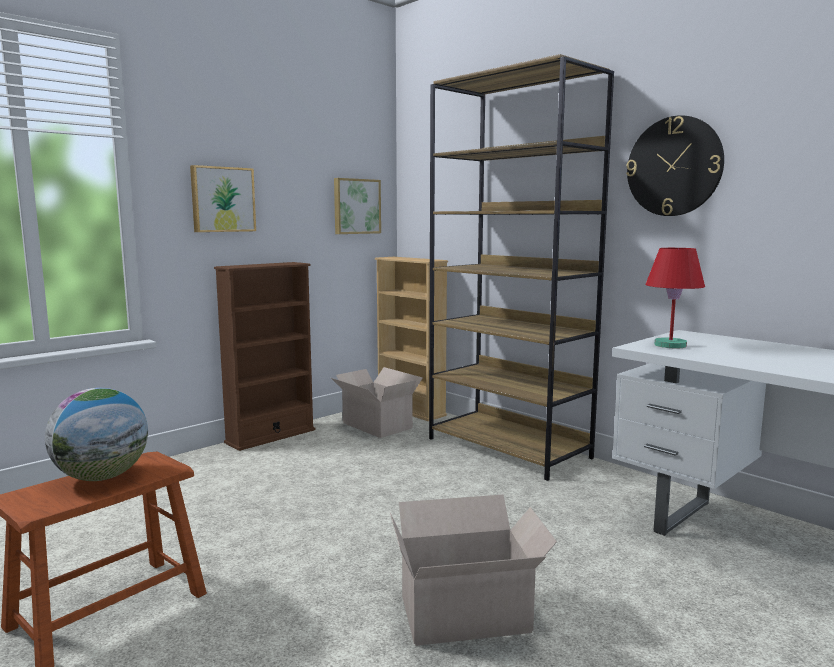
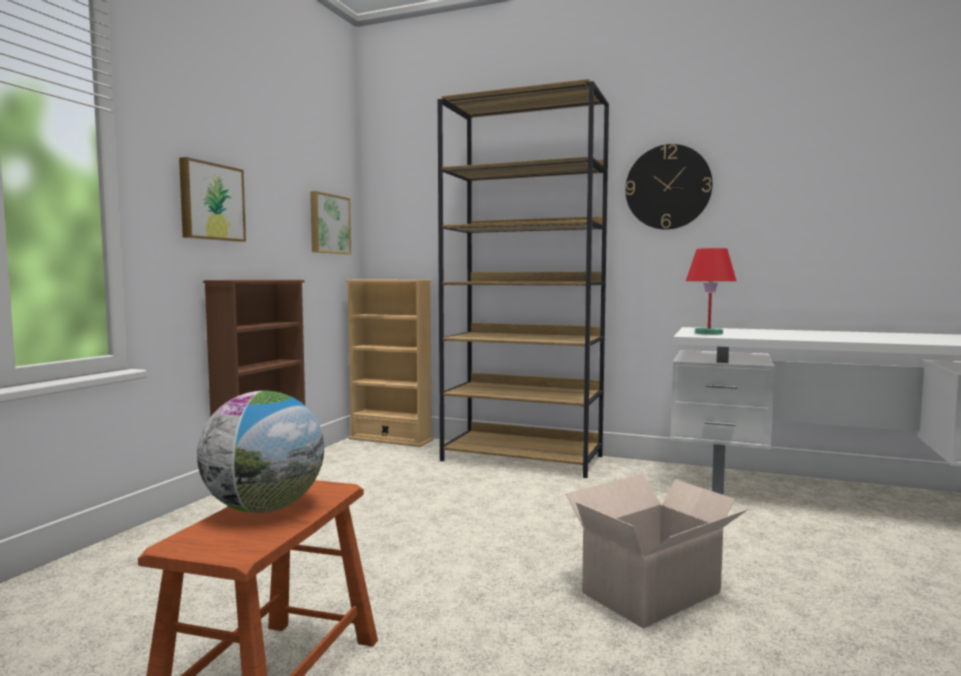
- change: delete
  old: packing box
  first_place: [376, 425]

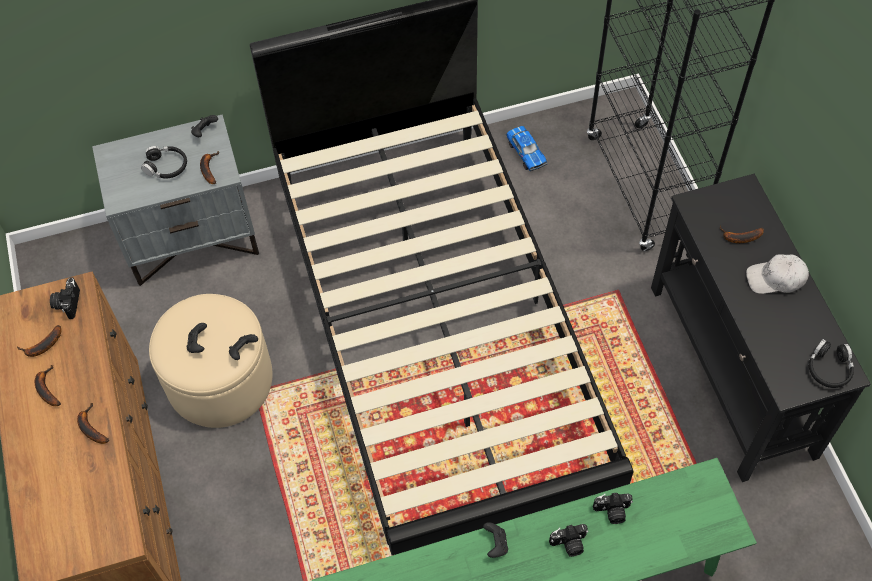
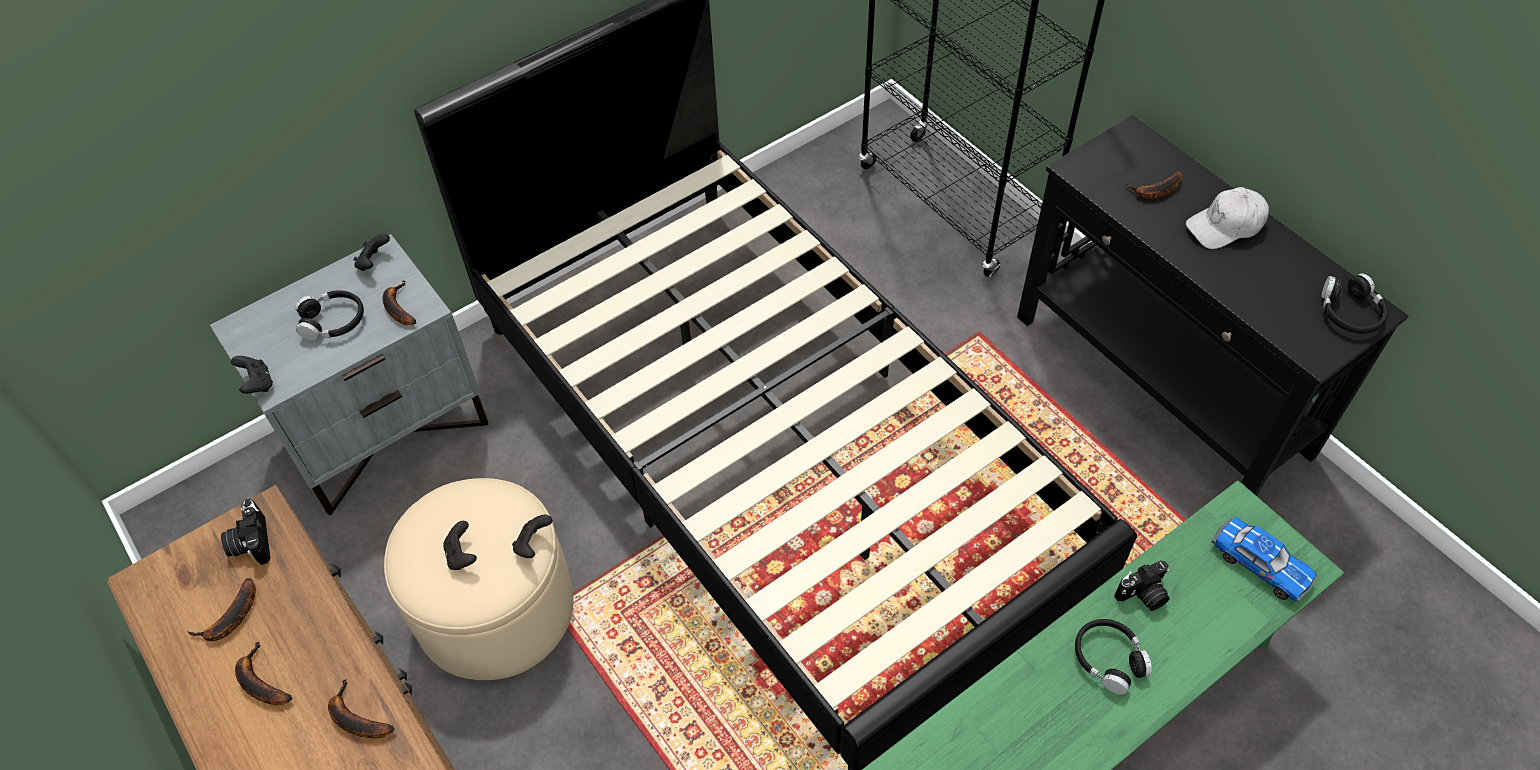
- change: move
  old: miniature car
  first_place: [526, 152]
  second_place: [1259, 564]
- change: move
  old: black-coloured joypad
  first_place: [495, 544]
  second_place: [257, 384]
- change: replace
  old: still camera
  new: black-coloured headset
  first_place: [569, 544]
  second_place: [1109, 659]

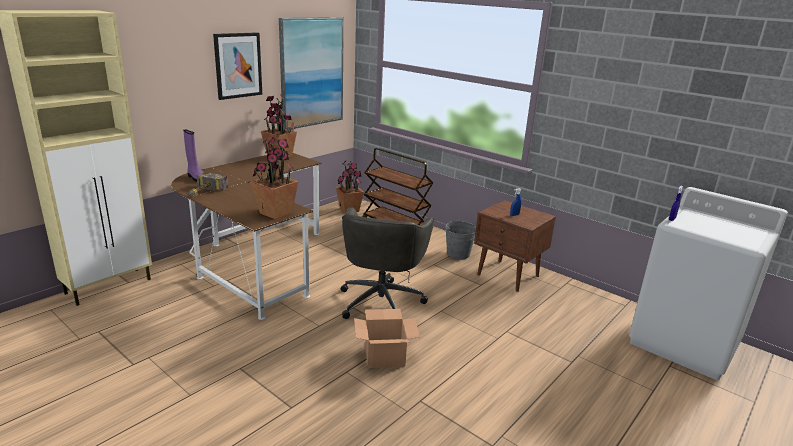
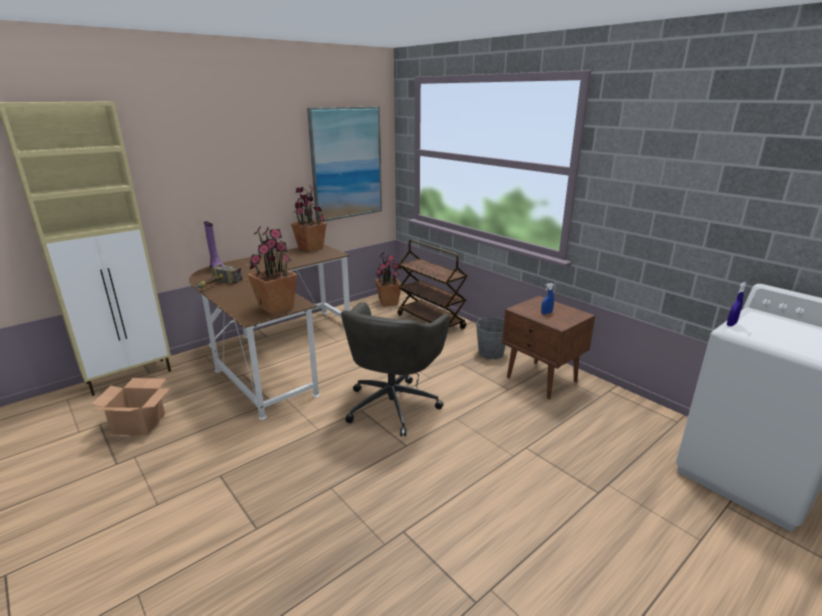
- change: delete
  old: picture
  first_place: [238, 65]
- change: move
  old: packing box
  first_place: [384, 356]
  second_place: [138, 424]

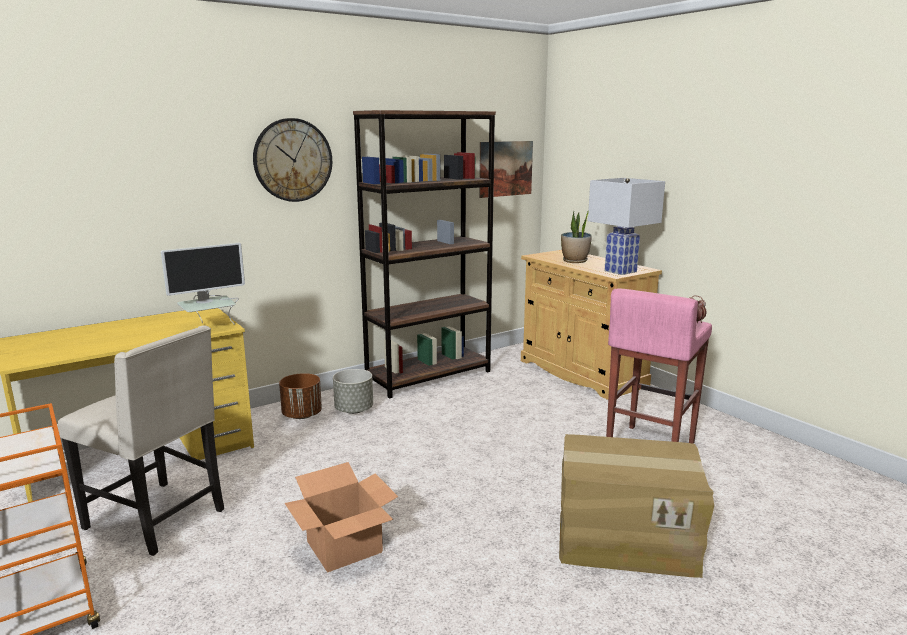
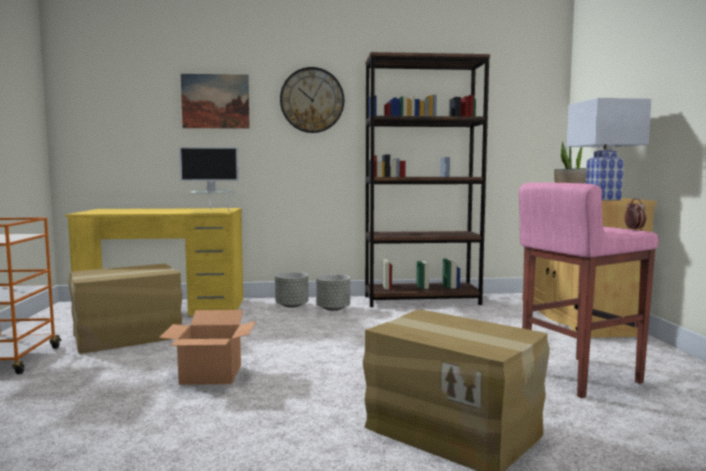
- change: move
  old: picture
  first_place: [506, 168]
  second_place: [215, 101]
- change: replace
  old: beige-coloured plain chair
  new: packing box
  first_place: [159, 519]
  second_place: [127, 336]
- change: recolor
  old: brown-coloured plant pot
  new: gray plant pot
  first_place: [302, 415]
  second_place: [292, 306]

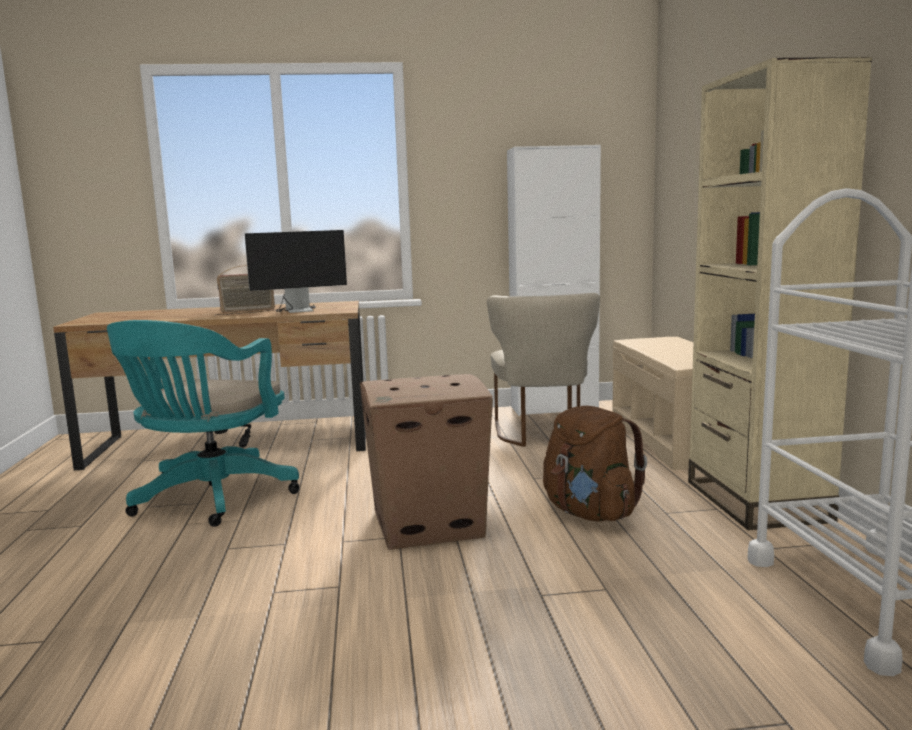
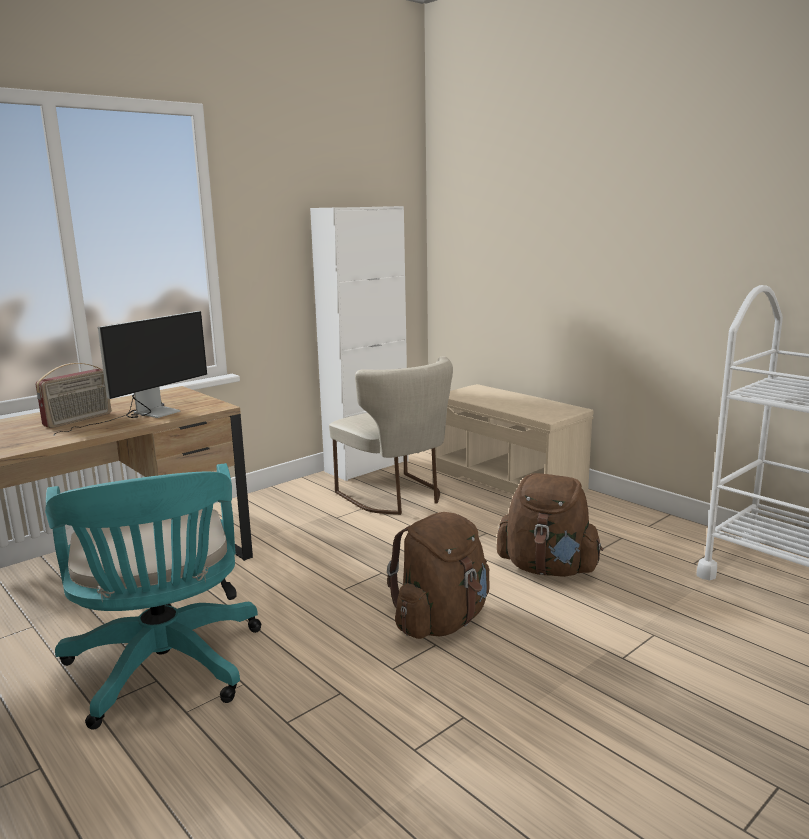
- change: delete
  old: beige-coloured shelving unit
  first_place: [756, 501]
- change: replace
  old: packing box
  new: brown-coloured rucksack
  first_place: [429, 524]
  second_place: [441, 621]

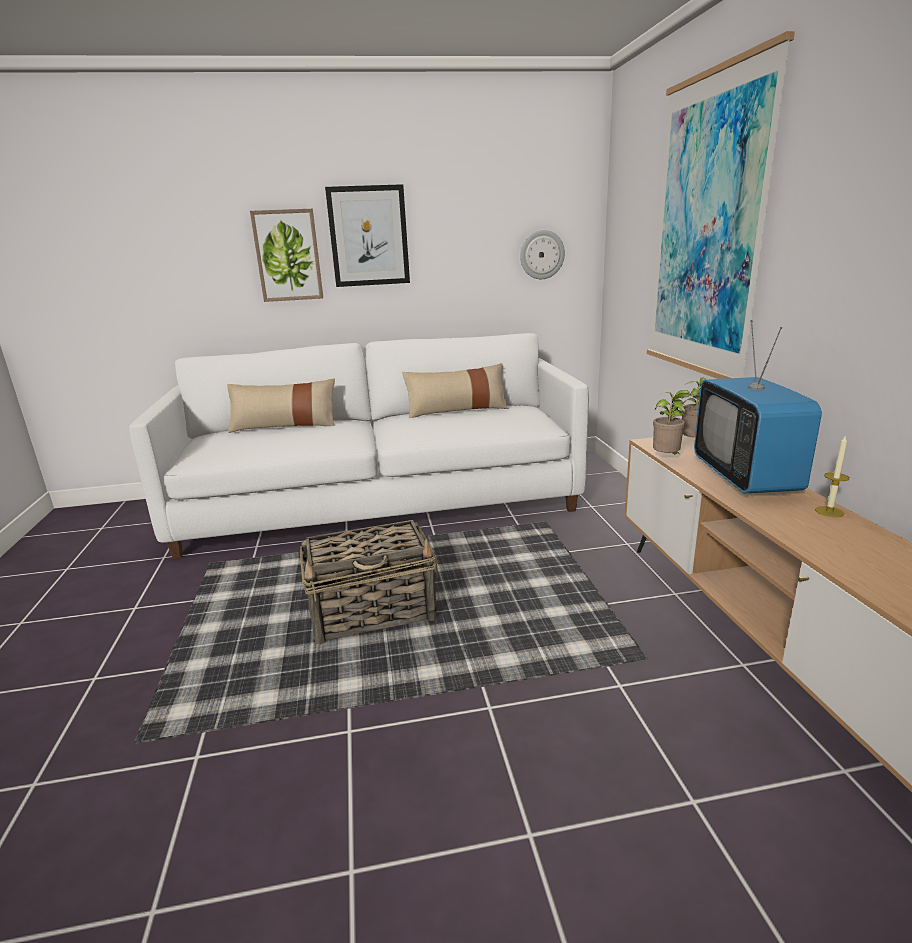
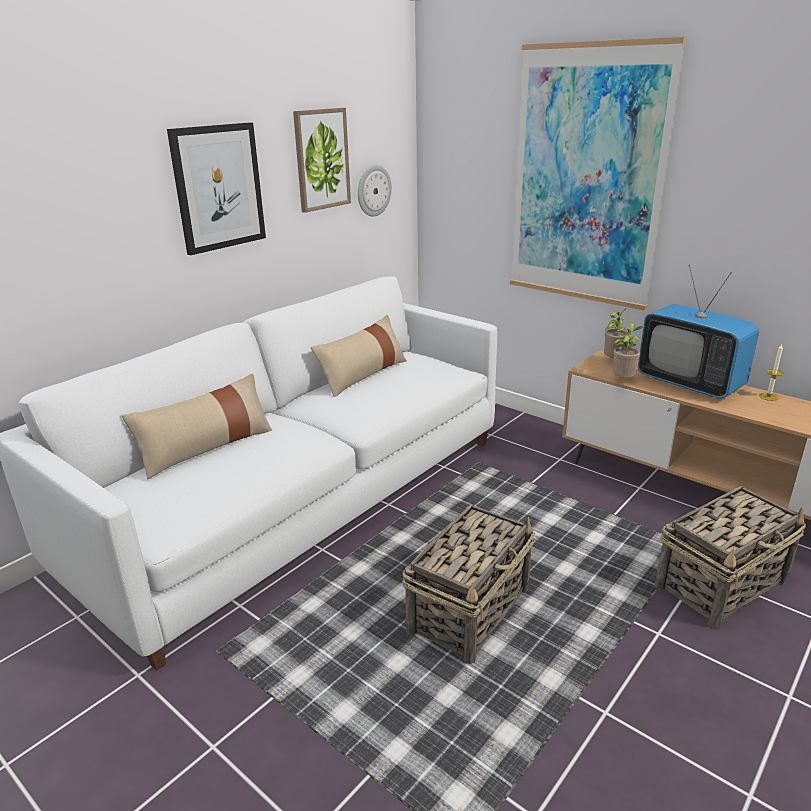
- change: move
  old: picture
  first_place: [288, 256]
  second_place: [321, 159]
- change: insert
  new: storage basket
  second_place: [721, 583]

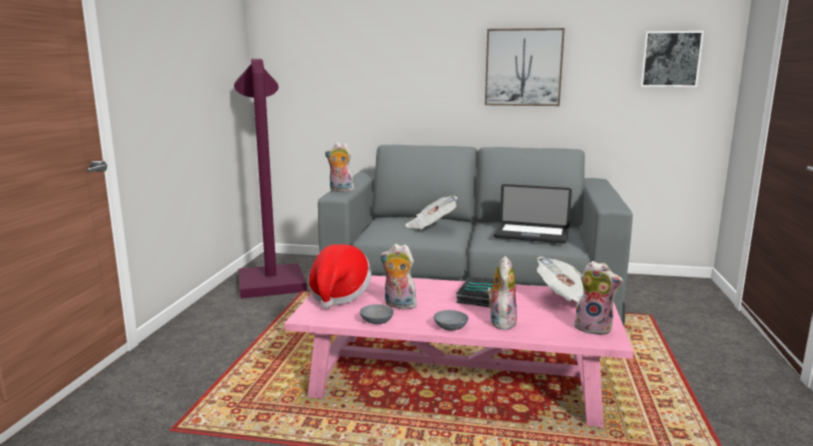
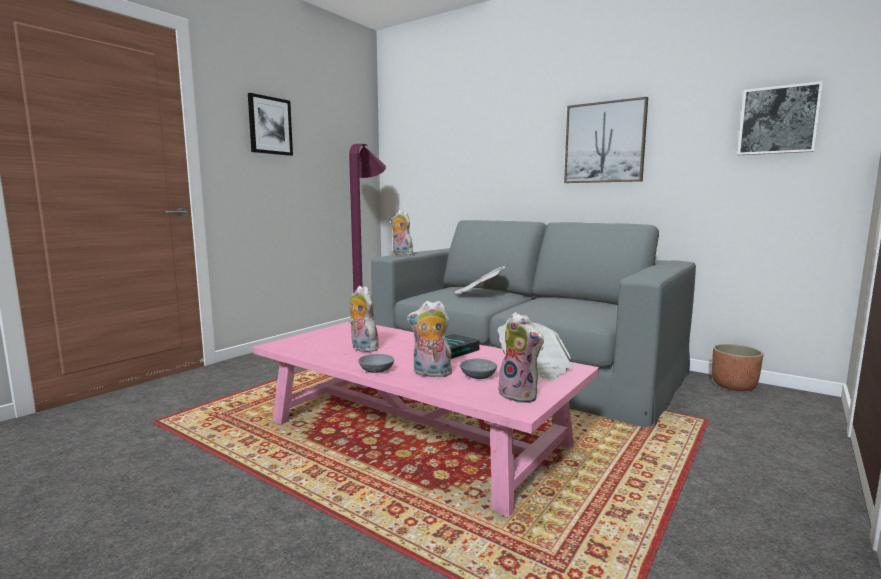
- change: delete
  old: notebook computer
  first_place: [531, 235]
- change: delete
  old: clothing hat
  first_place: [339, 295]
- change: rotate
  old: cuddly toy
  first_place: [501, 322]
  second_place: [431, 374]
  degrees: -120
- change: move
  old: gray bowl
  first_place: [376, 321]
  second_place: [477, 376]
- change: insert
  new: picture
  second_place: [270, 125]
- change: insert
  new: plant pot
  second_place: [734, 386]

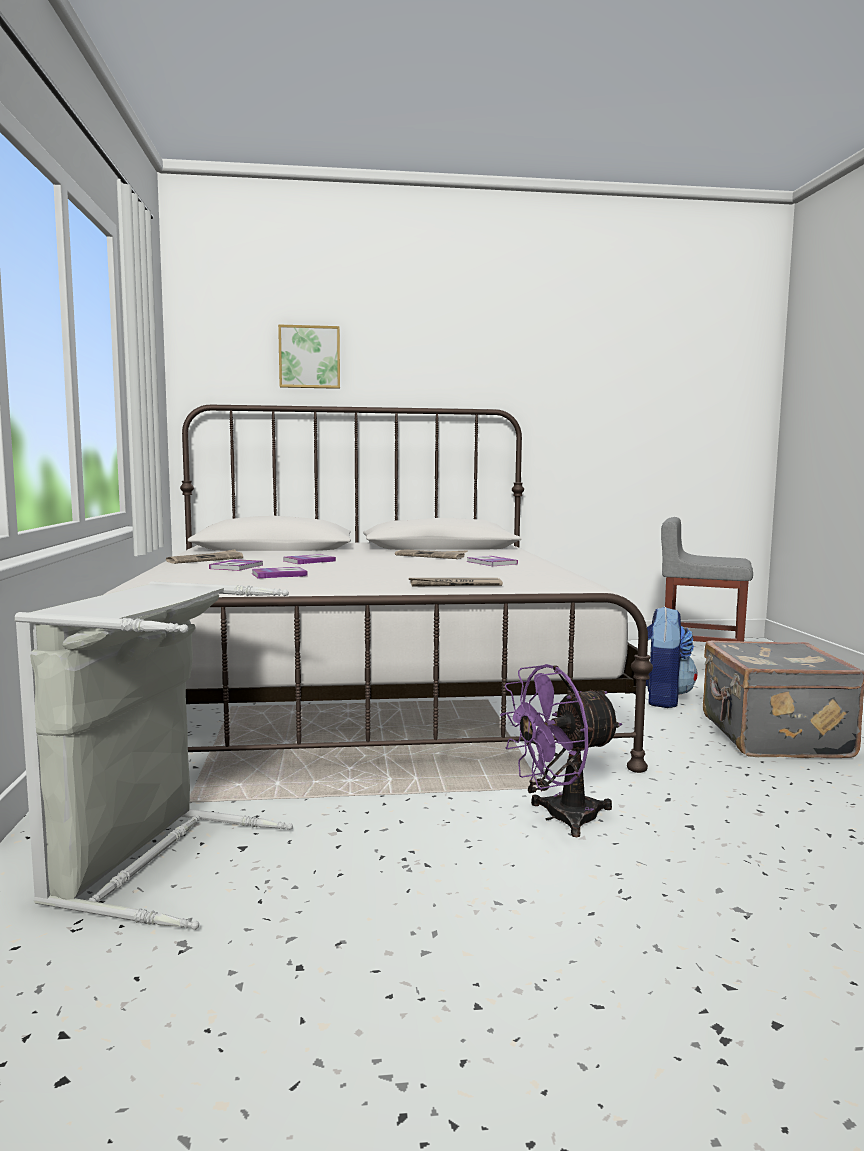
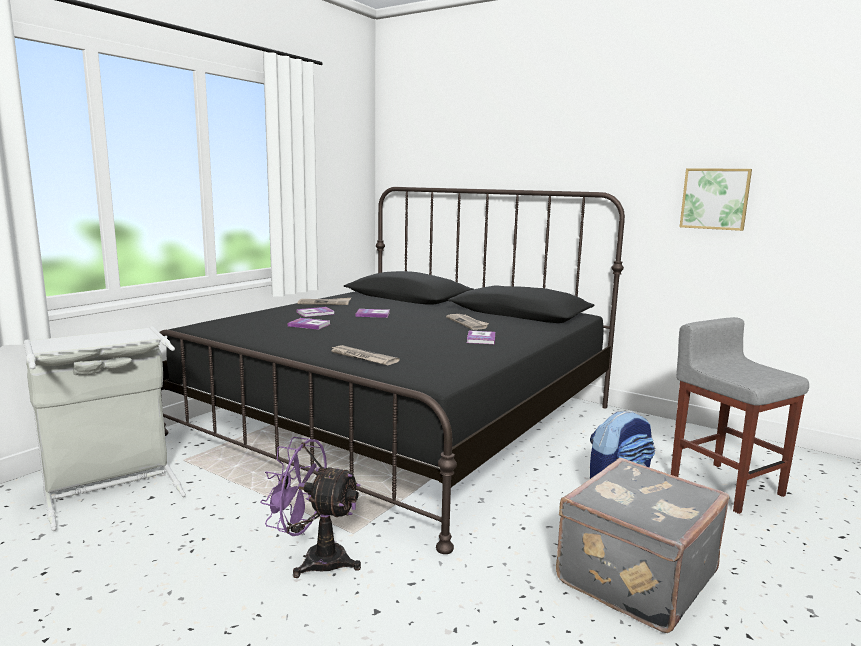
- change: move
  old: picture
  first_place: [309, 357]
  second_place: [715, 199]
- change: recolor
  old: whitish bedroom bed
  new: black-coloured bedroom bed
  first_place: [360, 695]
  second_place: [400, 420]

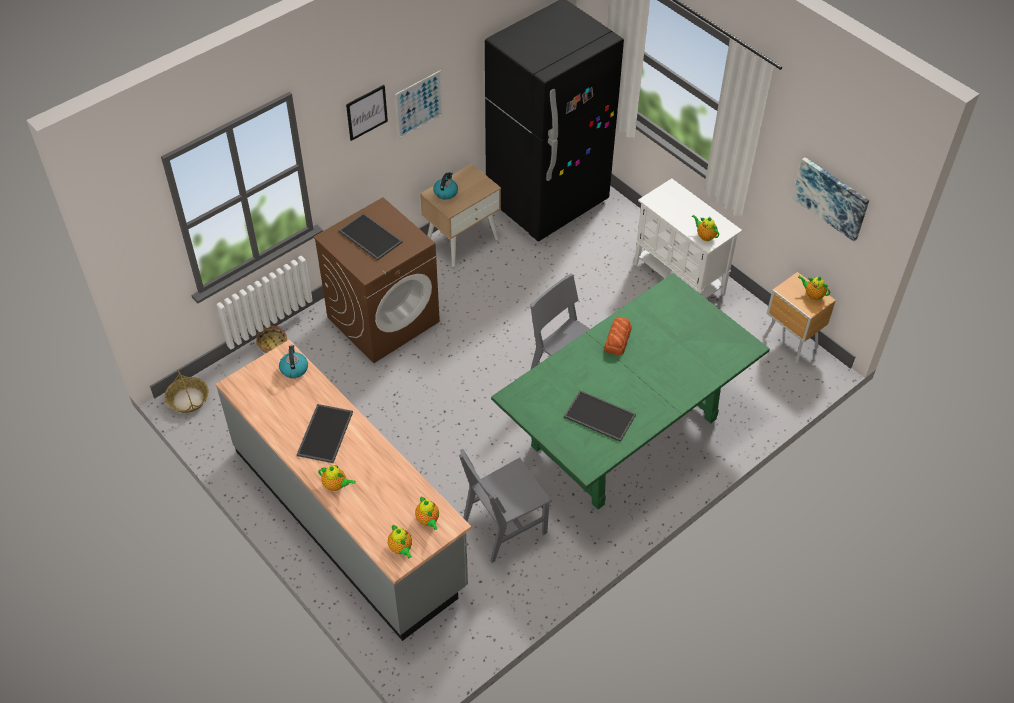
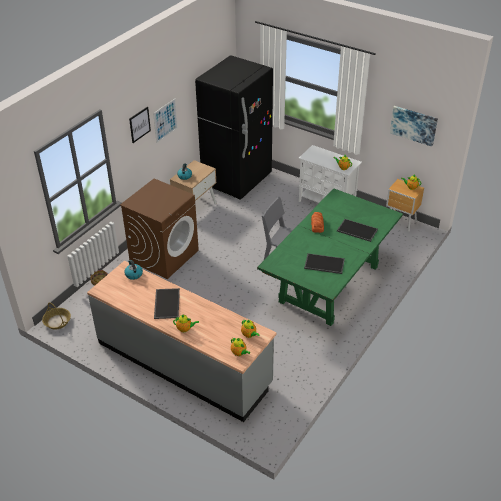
- change: move
  old: tray
  first_place: [369, 237]
  second_place: [356, 230]
- change: delete
  old: gray plain chair
  first_place: [504, 526]

